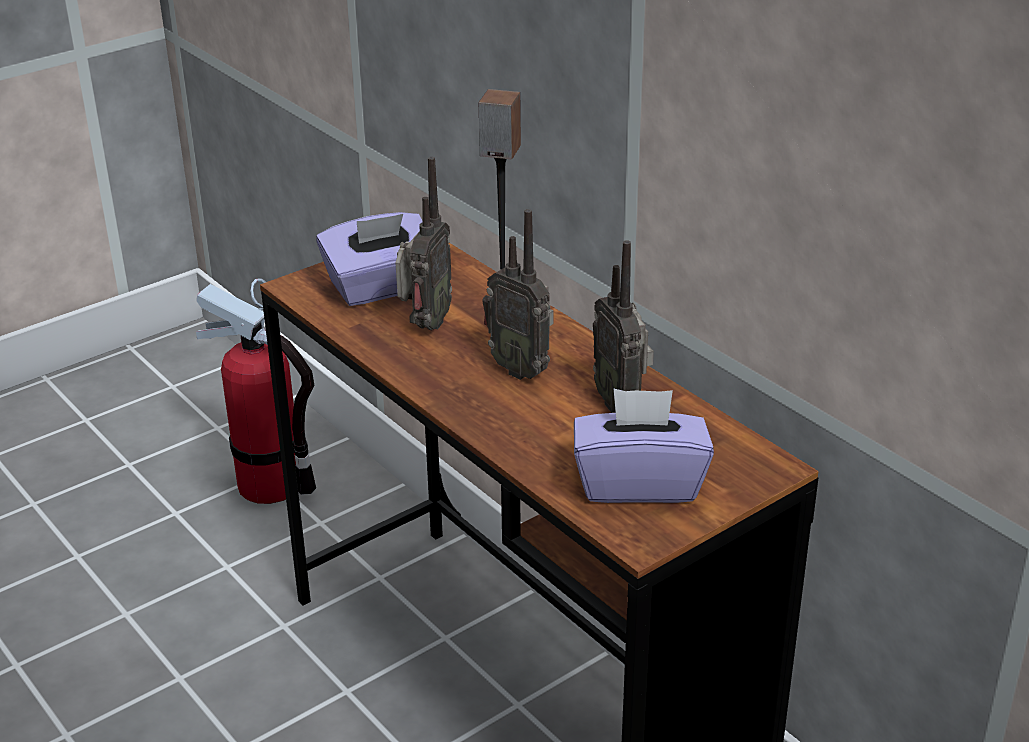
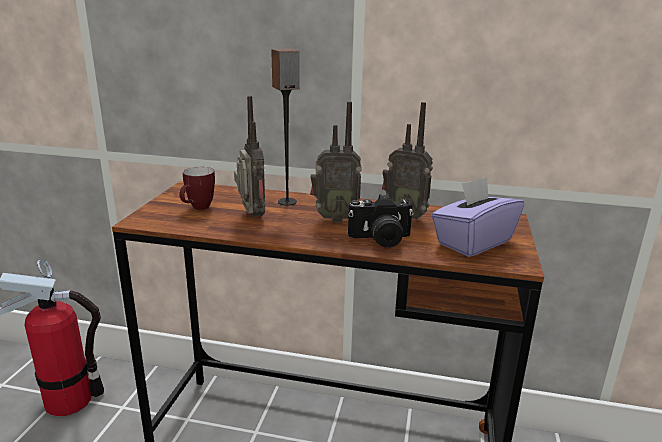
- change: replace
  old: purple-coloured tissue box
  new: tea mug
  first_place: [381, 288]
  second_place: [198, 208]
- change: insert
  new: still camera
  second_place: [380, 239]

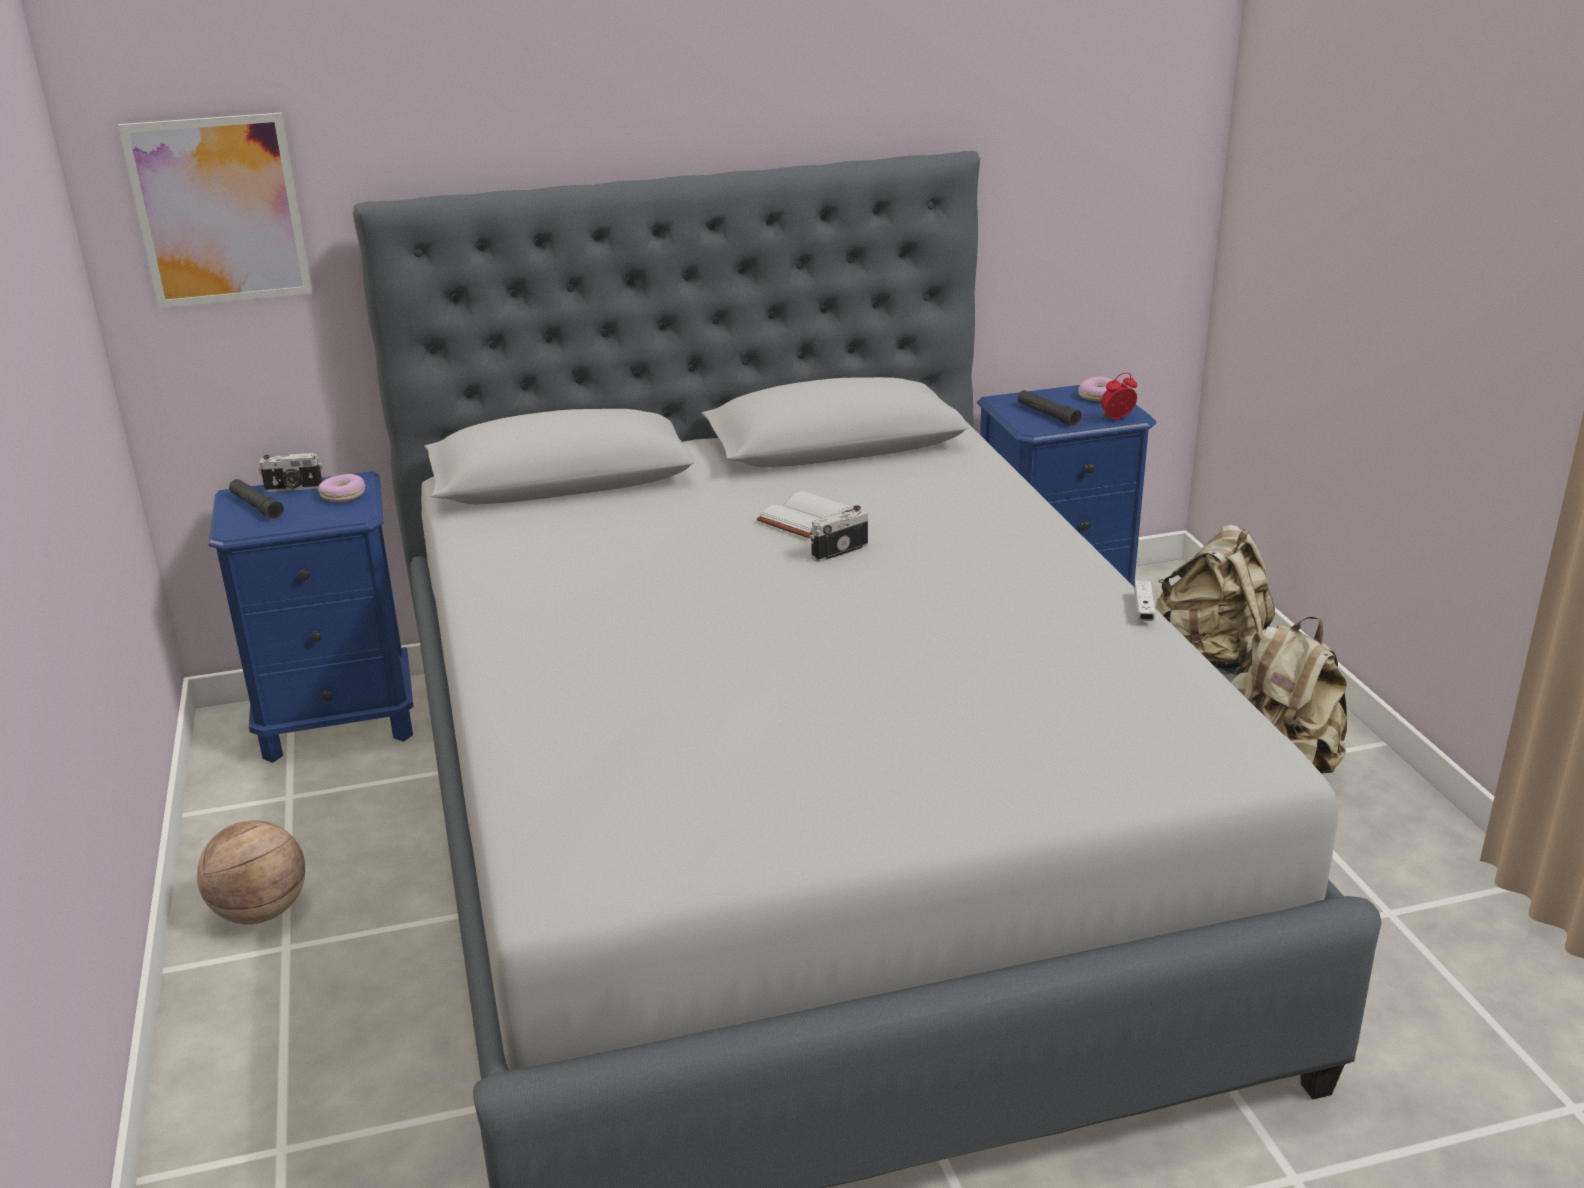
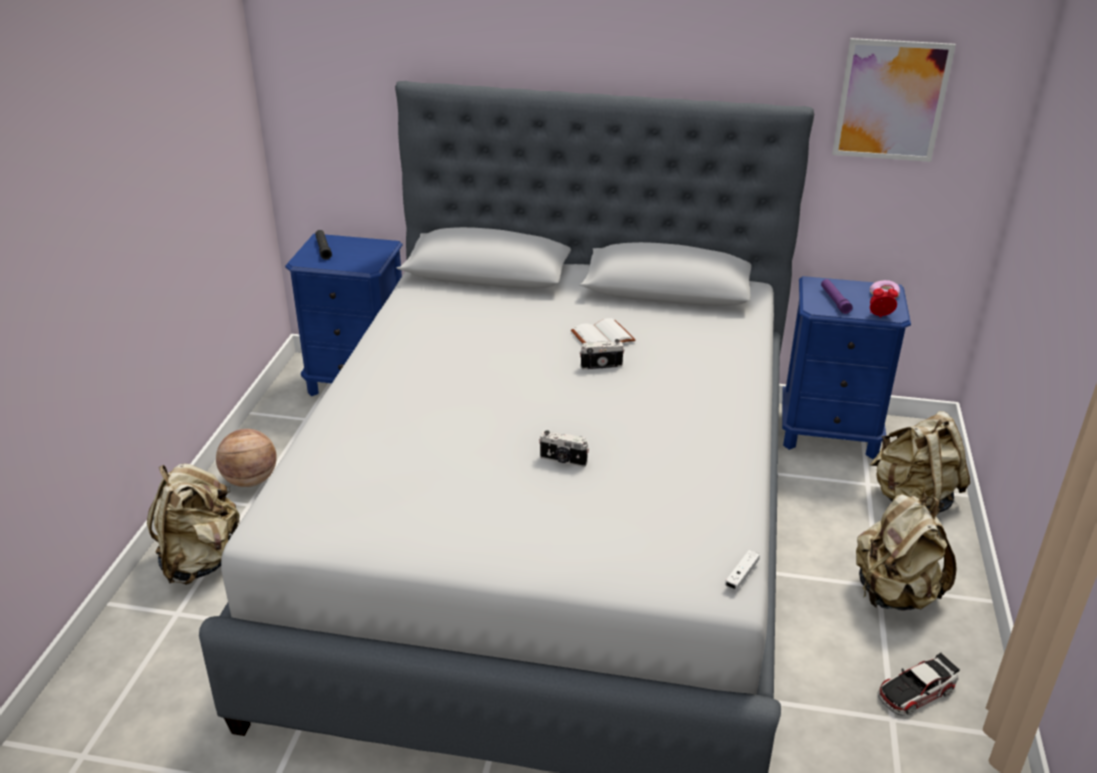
- change: move
  old: picture
  first_place: [219, 211]
  second_place: [891, 100]
- change: recolor
  old: black-coloured torch
  new: purple-coloured torch
  first_place: [1047, 415]
  second_place: [834, 300]
- change: move
  old: still camera
  first_place: [293, 488]
  second_place: [563, 460]
- change: delete
  old: donut
  first_place: [343, 495]
- change: move
  old: whitish joypad
  first_place: [1143, 608]
  second_place: [741, 575]
- change: insert
  new: beige-coloured rucksack
  second_place: [200, 560]
- change: insert
  new: miniature car
  second_place: [916, 691]

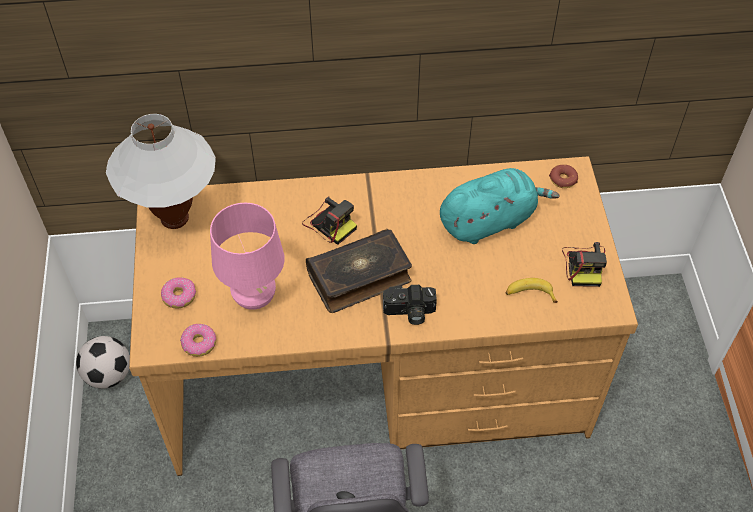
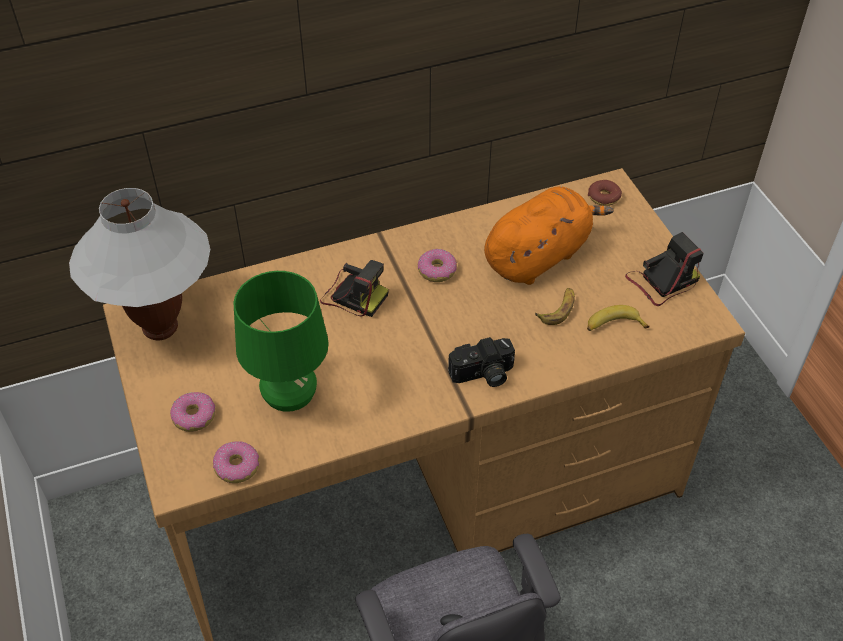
- change: recolor
  old: turquoise cuddly toy
  new: orange cuddly toy
  first_place: [489, 221]
  second_place: [539, 256]
- change: recolor
  old: pink-coloured lamp for a table
  new: green-coloured lamp for a table
  first_place: [255, 298]
  second_place: [290, 398]
- change: delete
  old: volume
  first_place: [360, 277]
- change: rotate
  old: still camera
  first_place: [584, 265]
  second_place: [662, 282]
  degrees: -105
- change: delete
  old: football ball
  first_place: [109, 374]
- change: insert
  new: donut
  second_place: [437, 271]
- change: insert
  new: banana
  second_place: [558, 309]

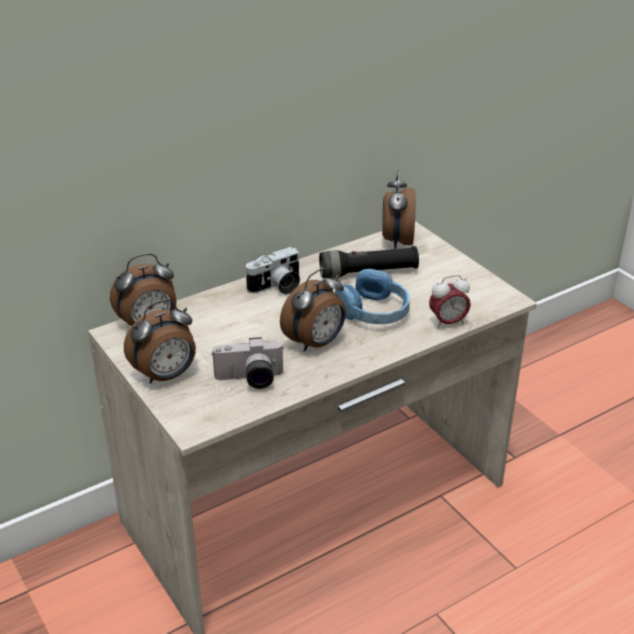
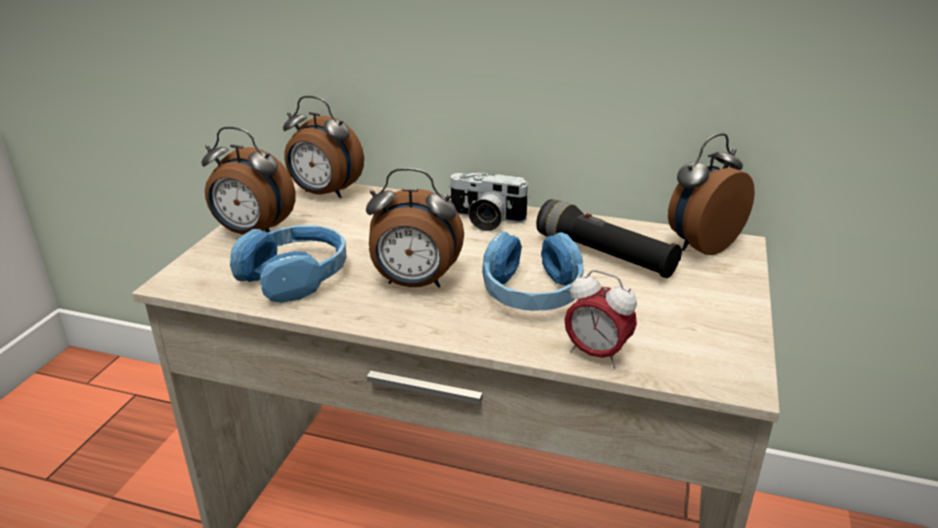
- change: replace
  old: still camera
  new: bluish headset
  first_place: [249, 380]
  second_place: [295, 276]

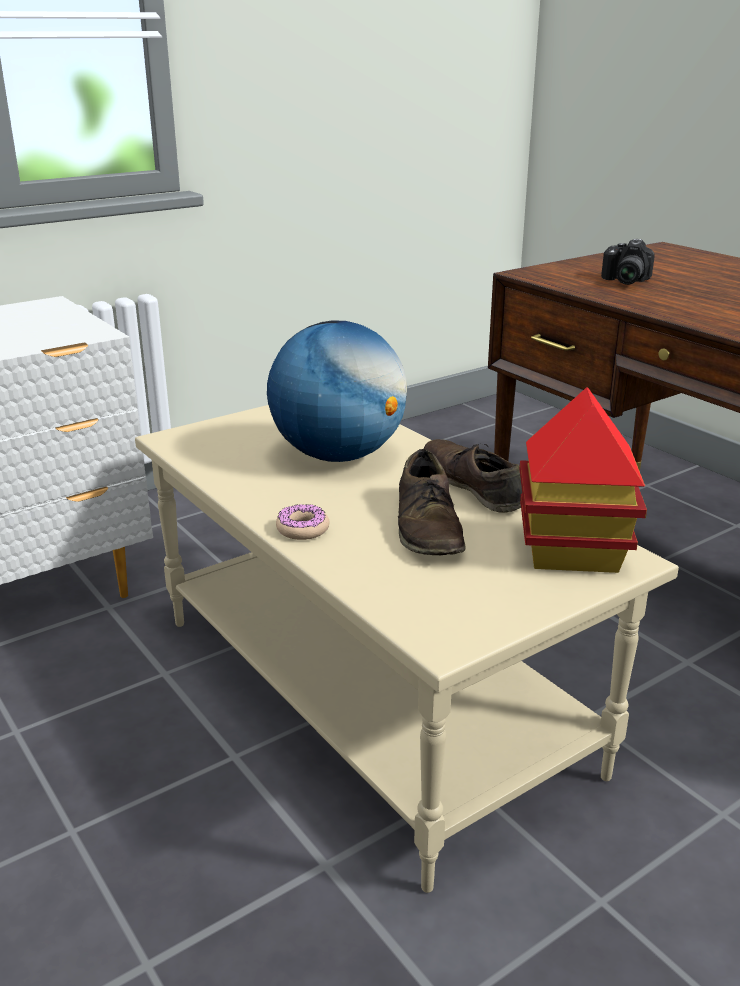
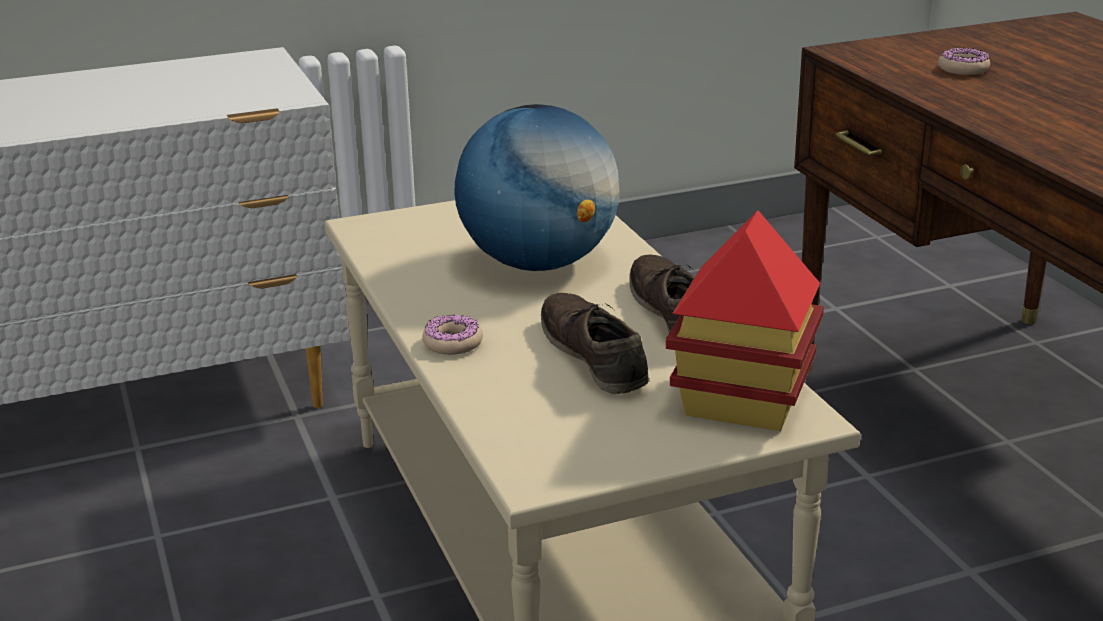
- change: replace
  old: still camera
  new: donut
  first_place: [623, 281]
  second_place: [963, 69]
- change: rotate
  old: brown-coloured item of footwear
  first_place: [428, 526]
  second_place: [594, 355]
  degrees: 150

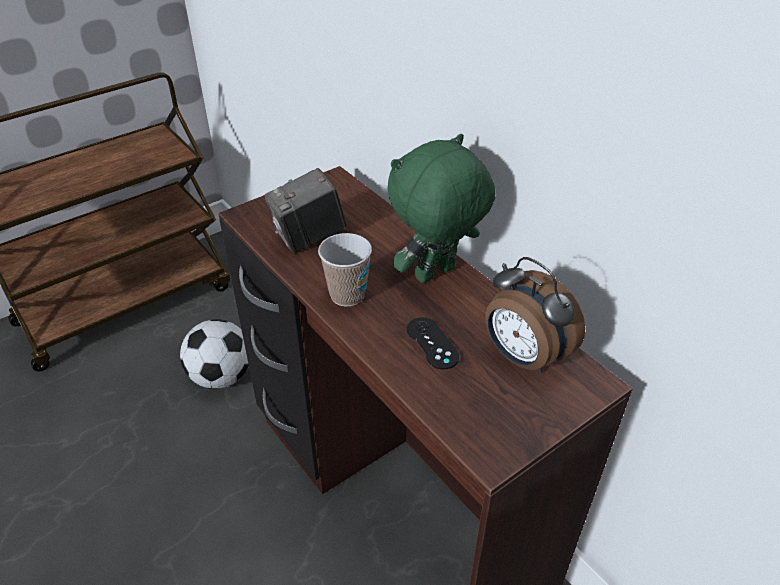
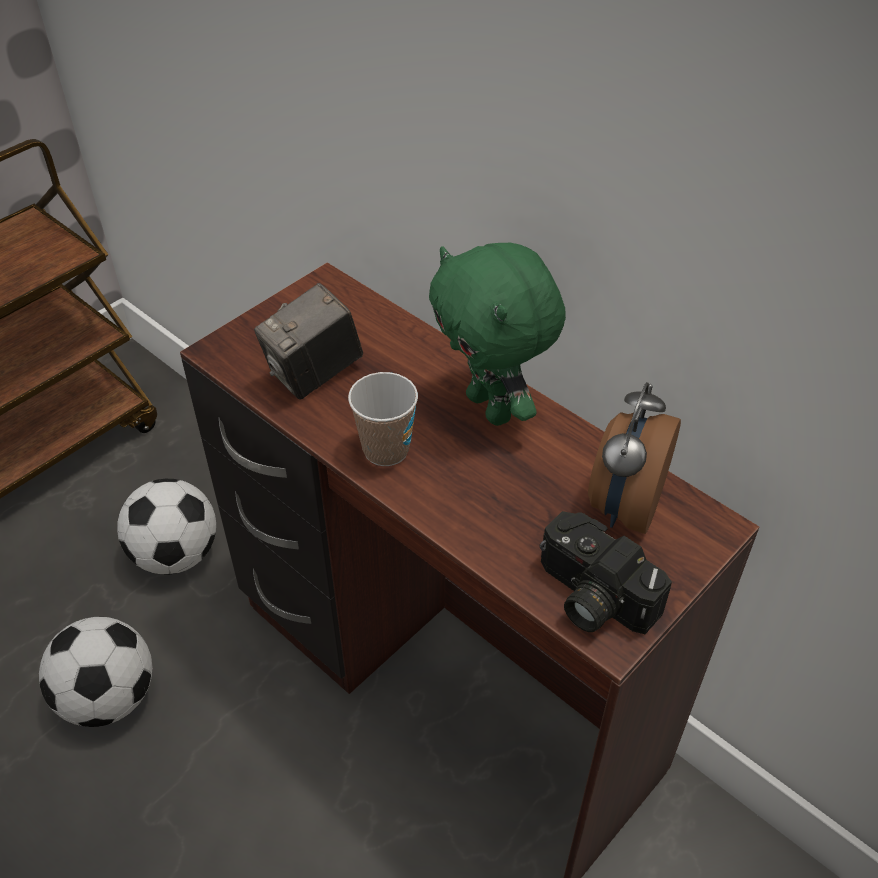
- change: rotate
  old: green-coloured cuddly toy
  first_place: [436, 275]
  second_place: [492, 407]
  degrees: -75
- change: rotate
  old: alarm clock
  first_place: [523, 357]
  second_place: [623, 505]
  degrees: 75
- change: delete
  old: black-coloured joypad
  first_place: [432, 343]
- change: insert
  new: still camera
  second_place: [590, 597]
- change: insert
  new: football ball
  second_place: [109, 697]

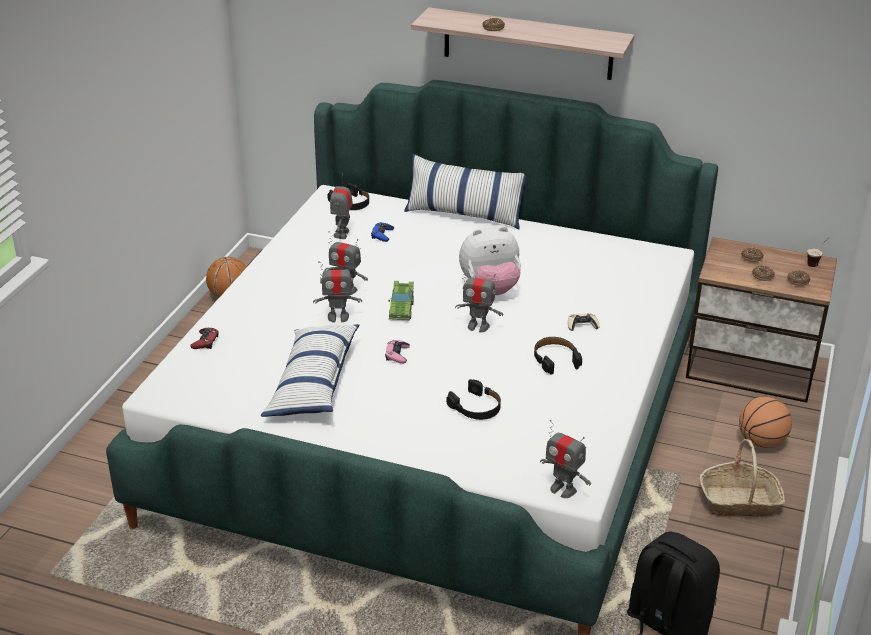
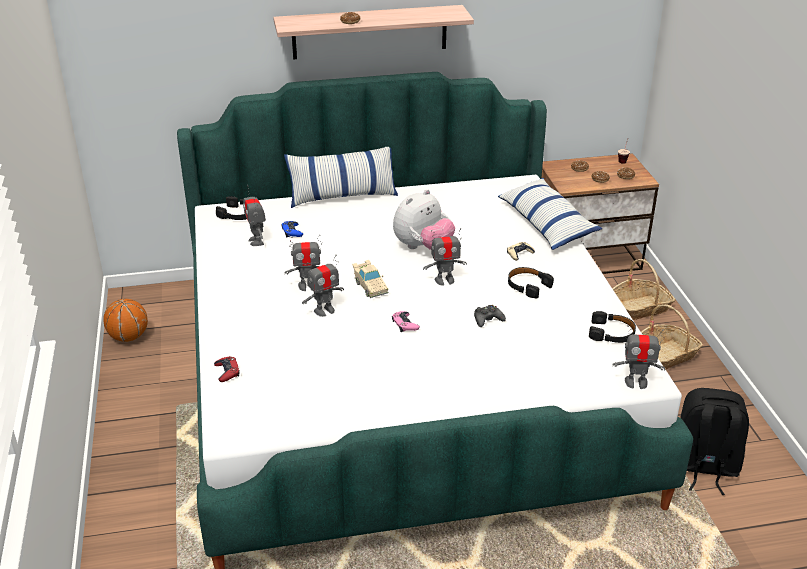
- change: recolor
  old: green-coloured miniature car
  new: beige-coloured miniature car
  first_place: [401, 309]
  second_place: [370, 286]
- change: move
  old: cushion
  first_place: [313, 383]
  second_place: [546, 224]
- change: move
  old: black-coloured headset
  first_place: [476, 407]
  second_place: [611, 333]
- change: replace
  old: ball for basketball
  new: storage basket
  first_place: [761, 442]
  second_place: [640, 307]
- change: insert
  new: black-coloured joypad
  second_place: [487, 319]

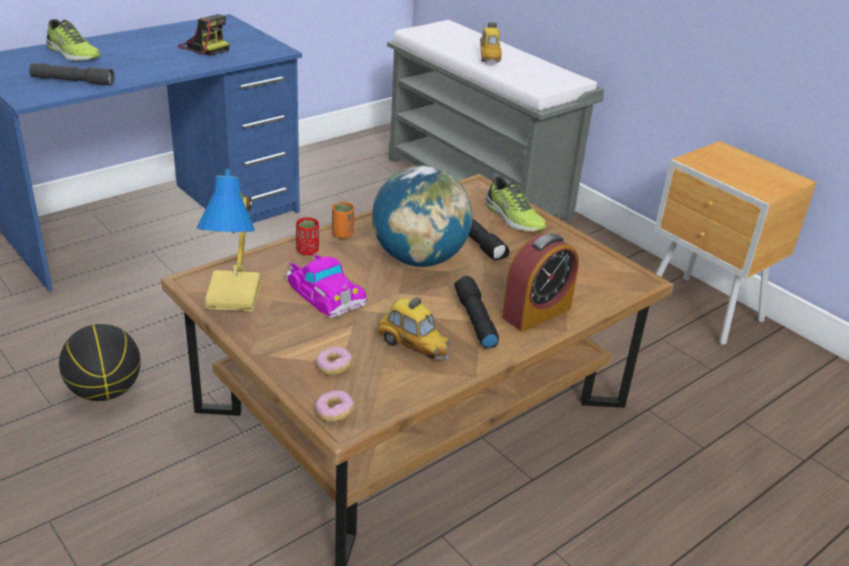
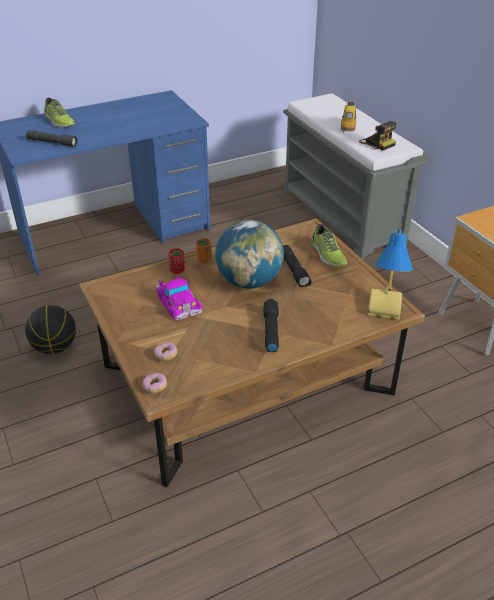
- change: move
  old: still camera
  first_place: [204, 47]
  second_place: [377, 143]
- change: move
  old: lamp for a table
  first_place: [236, 296]
  second_place: [386, 307]
- change: delete
  old: alarm clock
  first_place: [536, 312]
- change: delete
  old: miniature car
  first_place: [412, 346]

